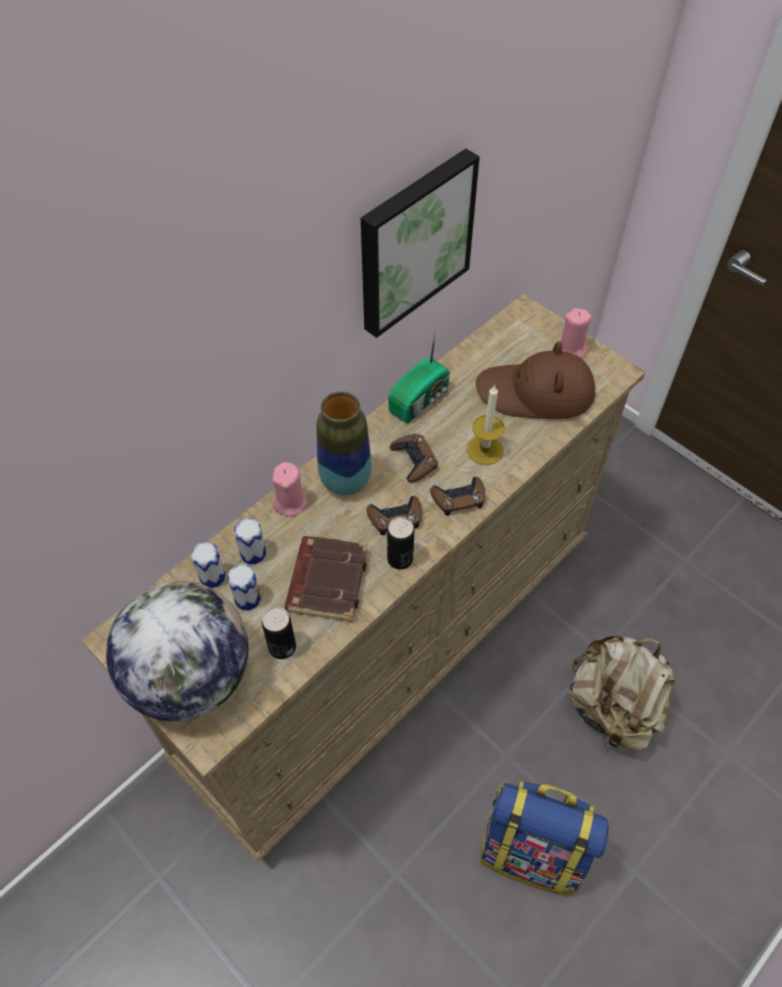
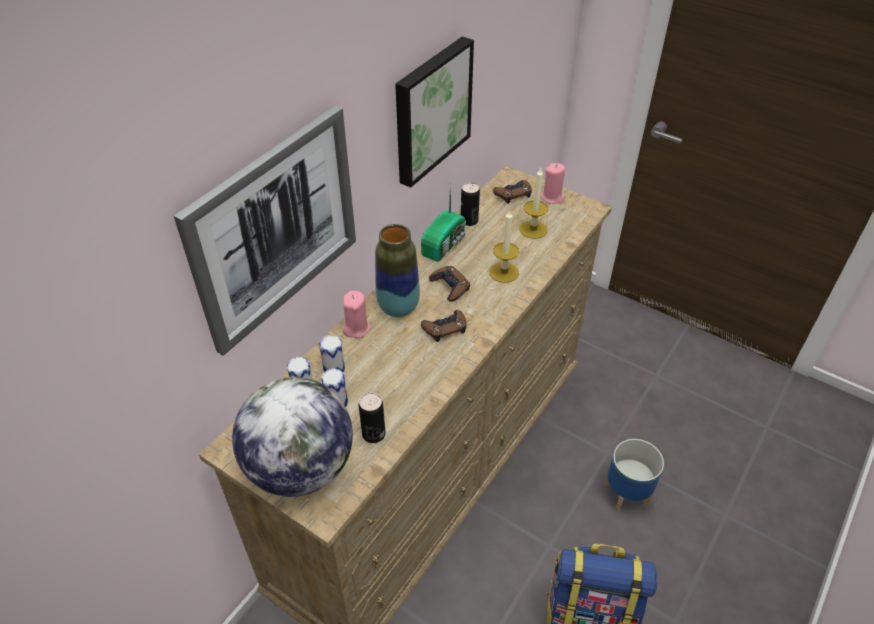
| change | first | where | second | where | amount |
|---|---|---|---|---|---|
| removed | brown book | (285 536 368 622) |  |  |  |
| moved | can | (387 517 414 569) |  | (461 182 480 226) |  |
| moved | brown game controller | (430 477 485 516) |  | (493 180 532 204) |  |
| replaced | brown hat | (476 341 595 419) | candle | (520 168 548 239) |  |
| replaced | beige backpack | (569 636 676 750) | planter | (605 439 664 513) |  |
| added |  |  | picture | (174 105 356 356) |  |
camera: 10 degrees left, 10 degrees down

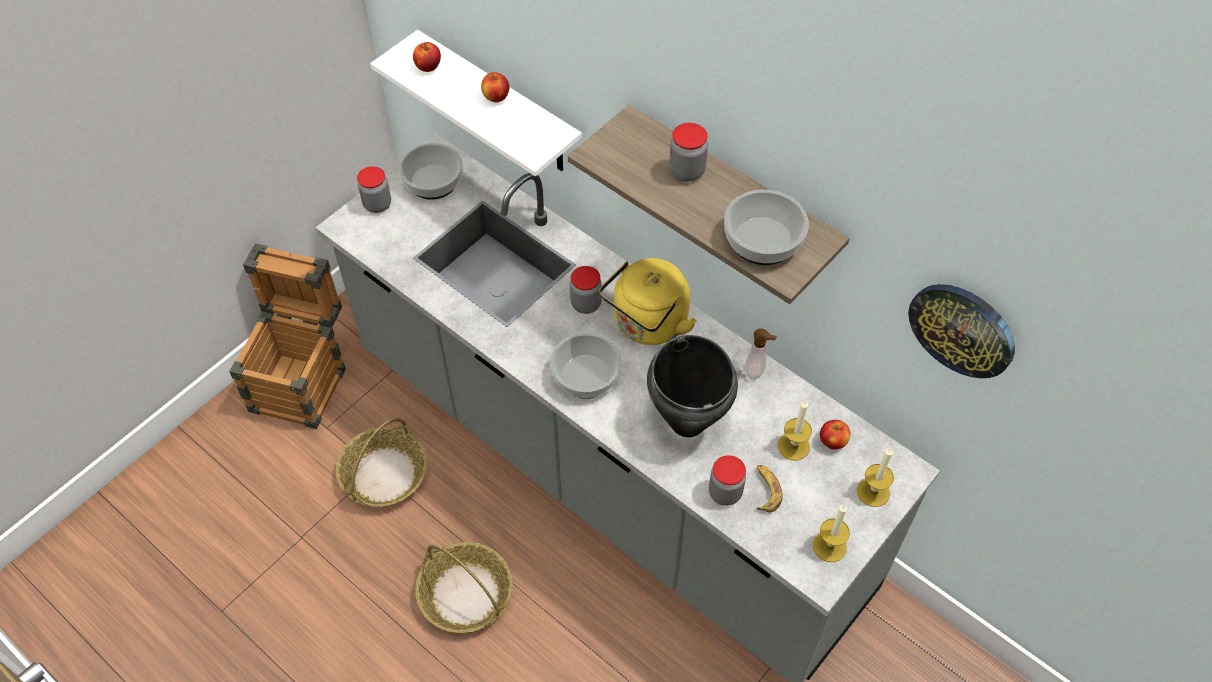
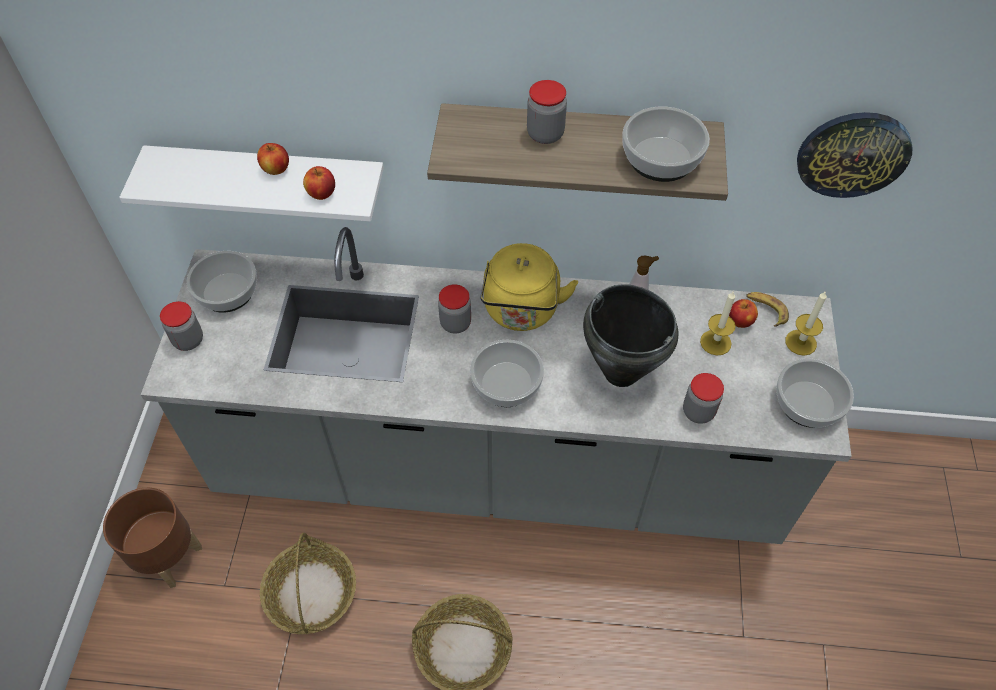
| change | first | where | second | where | amount |
|---|---|---|---|---|---|
| replaced | crate | (229 243 346 429) | brown planter | (103 488 202 588) |  |
| moved | apple | (413 42 441 72) |  | (303 166 335 200) |  |
| moved | banana | (756 465 783 512) |  | (746 292 789 327) |  |
| replaced | candle | (813 504 850 562) | bowl | (776 359 854 428) |  |
camera: 35 degrees left, 0 degrees up

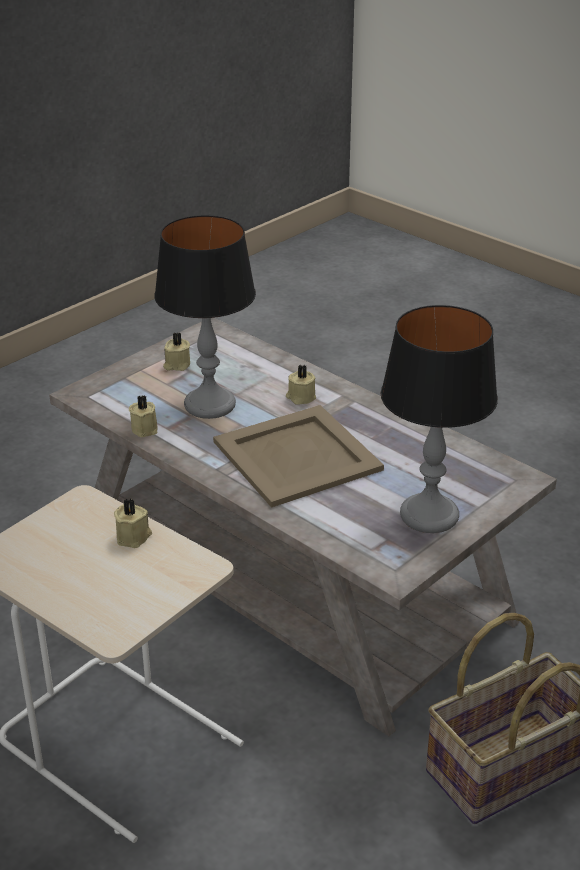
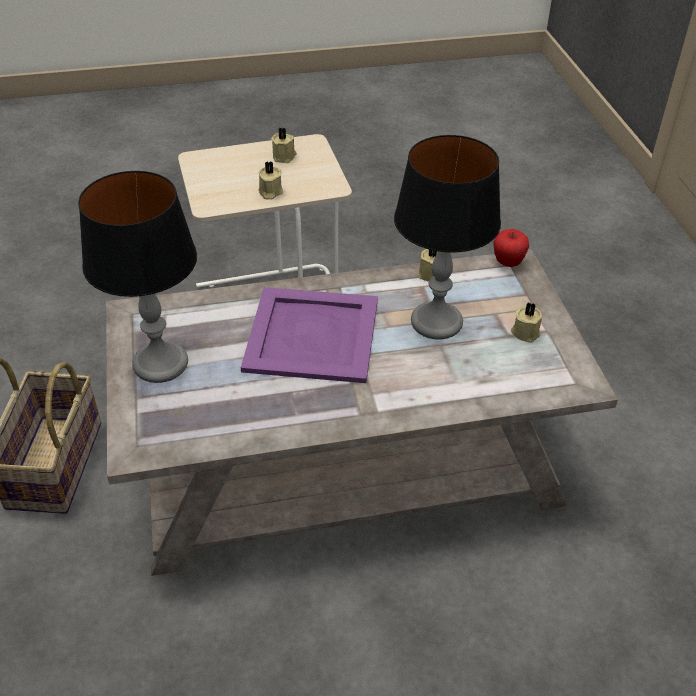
| change | first | where | second | where | amount |
|---|---|---|---|---|---|
| recoloured | beige tray | (213 405 384 508) | purple tray | (241 287 378 383) |  |
| moved | beige candle | (286 365 316 404) |  | (271 128 297 163) |  |
| added |  |  | apple | (493 229 529 267) |  |
camera: 125 degrees right, 10 degrees up

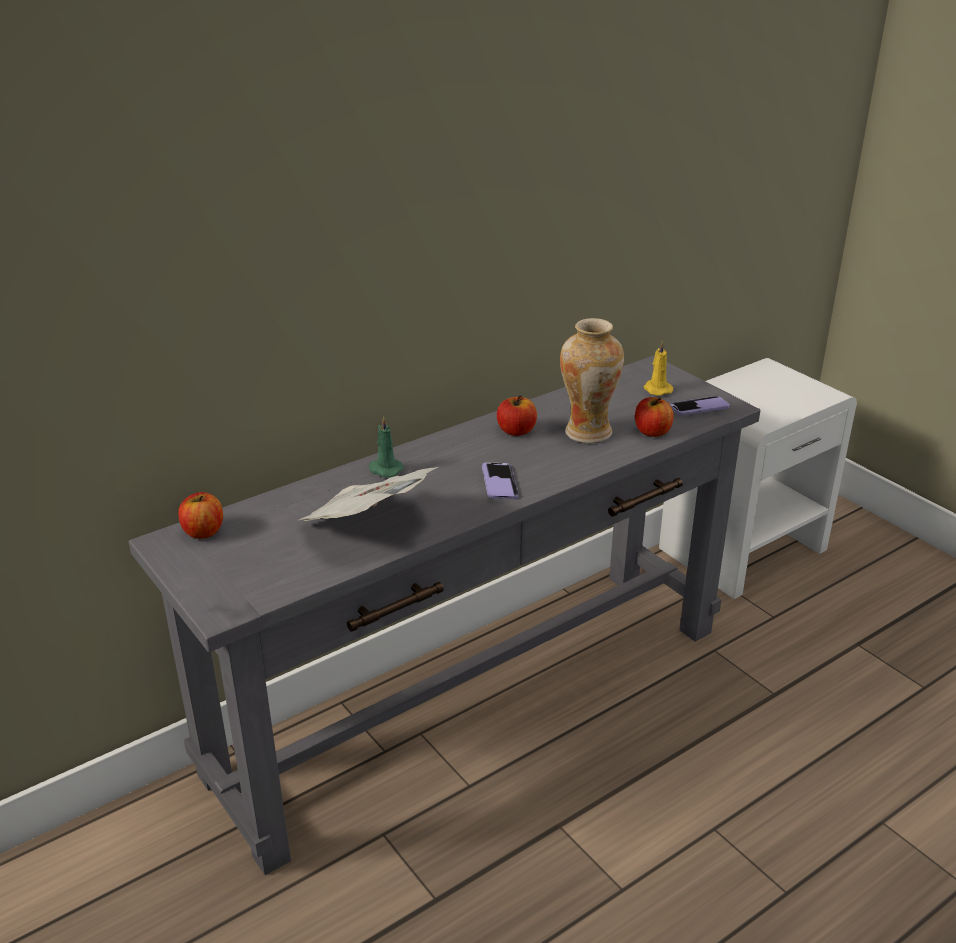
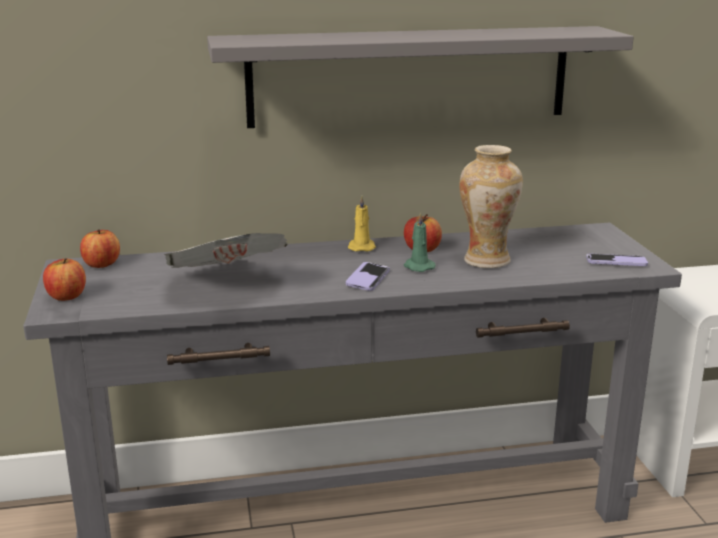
| change | first | where | second | where | amount |
|---|---|---|---|---|---|
| moved | green candle | (369 416 404 477) |  | (404 212 436 272) |  |
| moved | apple | (635 397 674 437) |  | (43 258 86 301) |  |
| moved | yellow candle | (643 341 673 396) |  | (348 196 376 251) |  |
| added |  |  | grey shelf | (207 26 634 128) |  |
camera: 25 degrees right, 10 degrees down

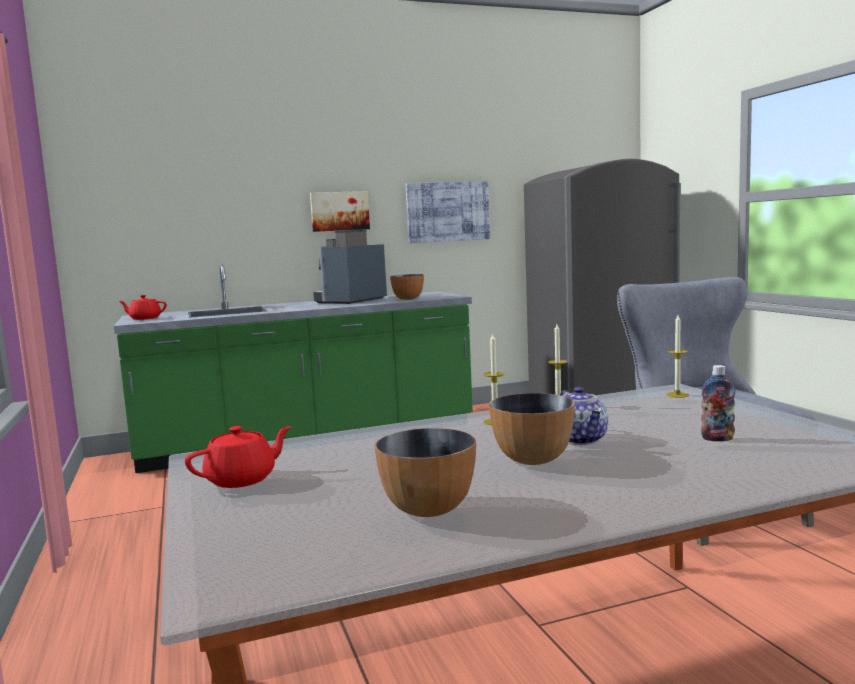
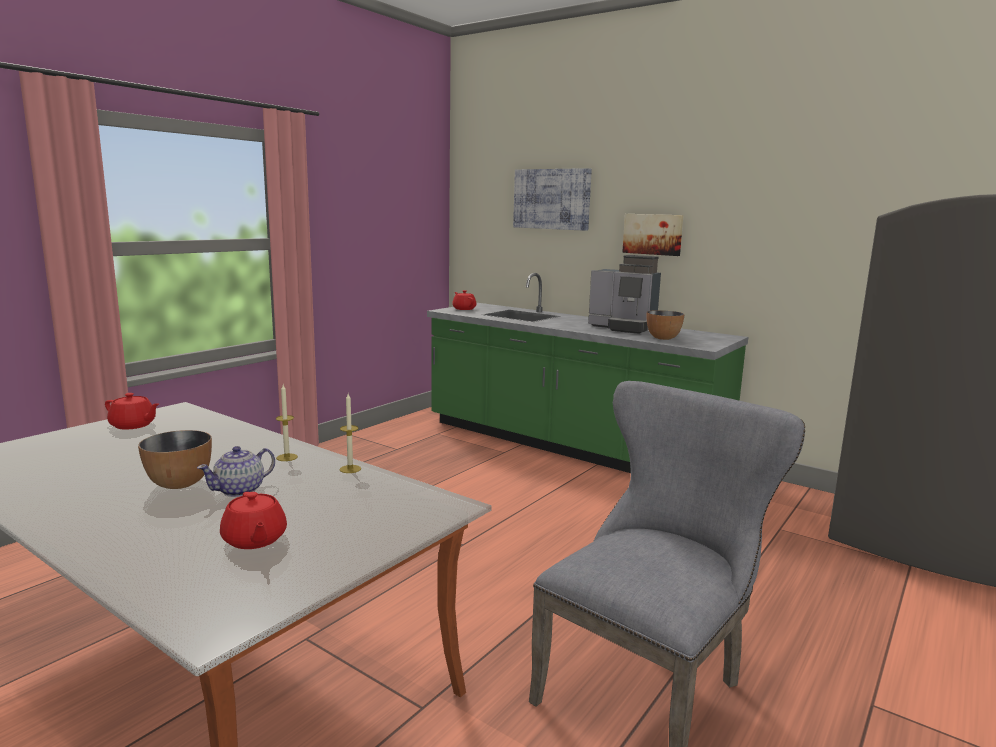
| change | first | where | second | where | amount |
|---|---|---|---|---|---|
| turned | coffee machine | (313 229 387 304) |  | (588 255 661 334) | 150 degrees counterclockwise |
| removed | bowl | (375 428 476 517) |  |  |  |
| moved | picture | (406 181 490 243) |  | (513 168 592 231) |  |
| removed | candle | (666 315 689 398) |  |  |  |
| replaced | bottle | (701 365 735 441) | red teapot | (220 492 287 549) |  |
camera: 55 degrees right, 5 degrees up

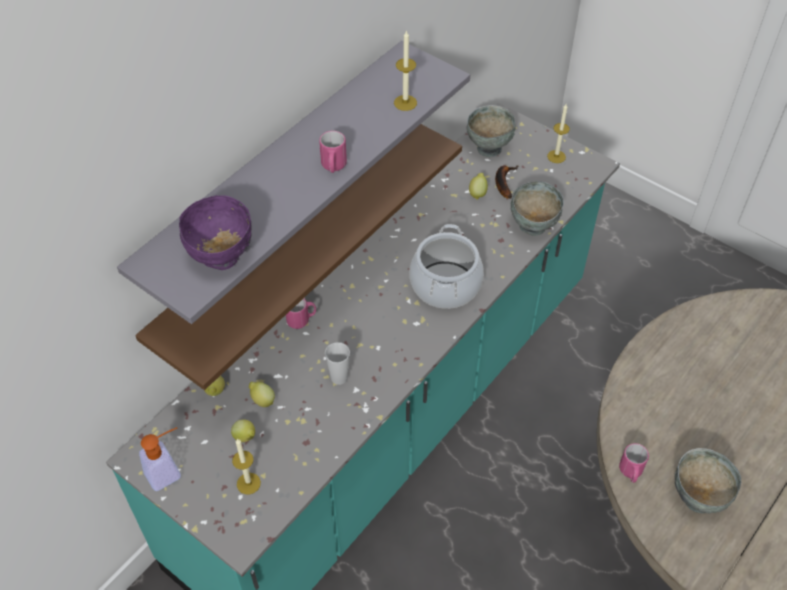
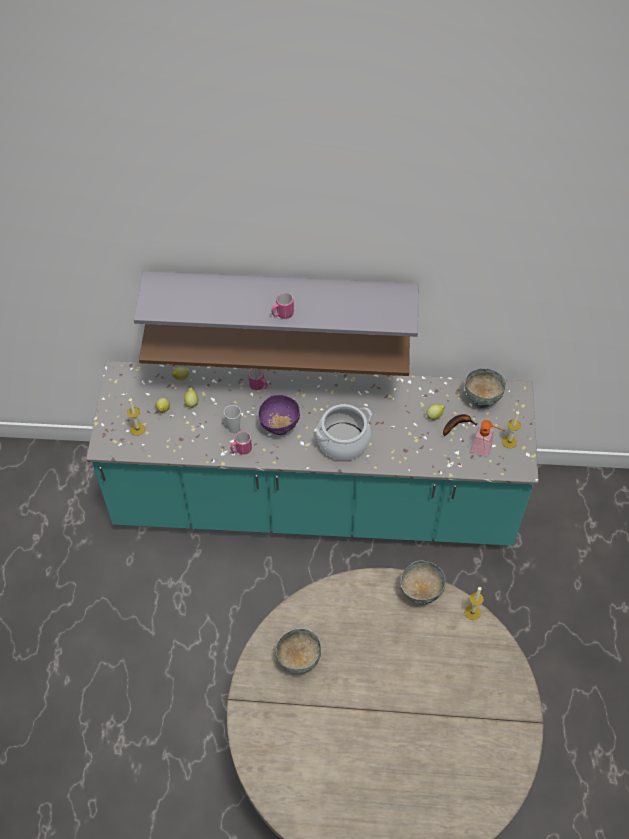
| change | first | where | second | where | amount |
|---|---|---|---|---|---|
| moved | soap dispenser | (139 427 181 491) |  | (470 420 505 457) |  |
| moved | purple bowl | (179 195 252 270) |  | (259 395 300 435) |  |
| moved | candle | (394 30 417 111) |  | (464 587 484 620) |  |
| moved | grey bowl | (511 181 564 236) |  | (401 560 445 604) |  |
| moved | pink mug | (619 443 649 483) |  | (230 431 252 455) |  |
camera: 55 degrees right, 5 degrees up

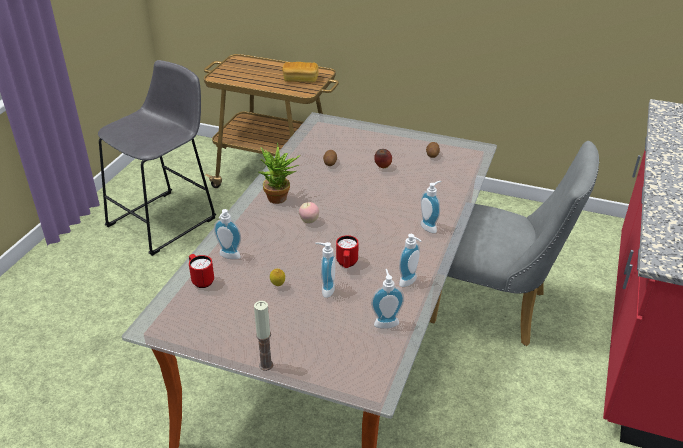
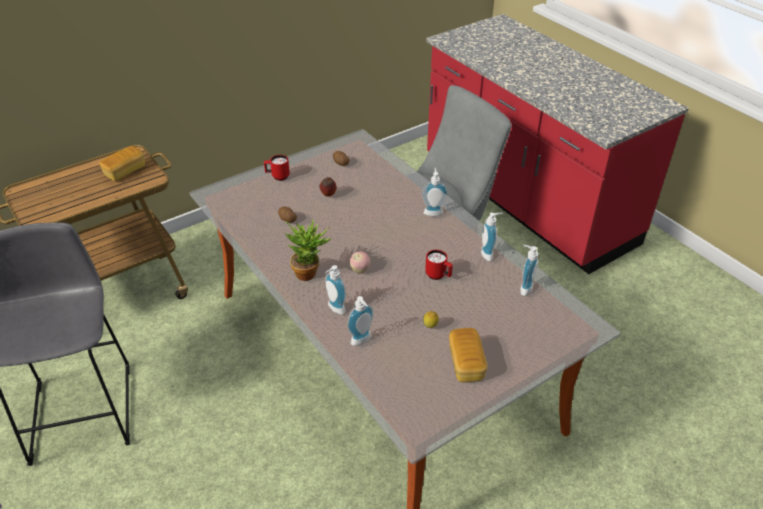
| change | first | where | second | where | amount |
|---|---|---|---|---|---|
| moved | red mug | (189 254 214 288) |  | (264 155 290 181) |  |
| removed | candle | (254 301 273 371) |  |  |  |
| moved | soap dispenser | (315 242 335 298) |  | (325 265 346 315) |  |
| added |  |  | bread | (449 328 487 382) |  |
camera: 55 degrees left, 5 degrees up

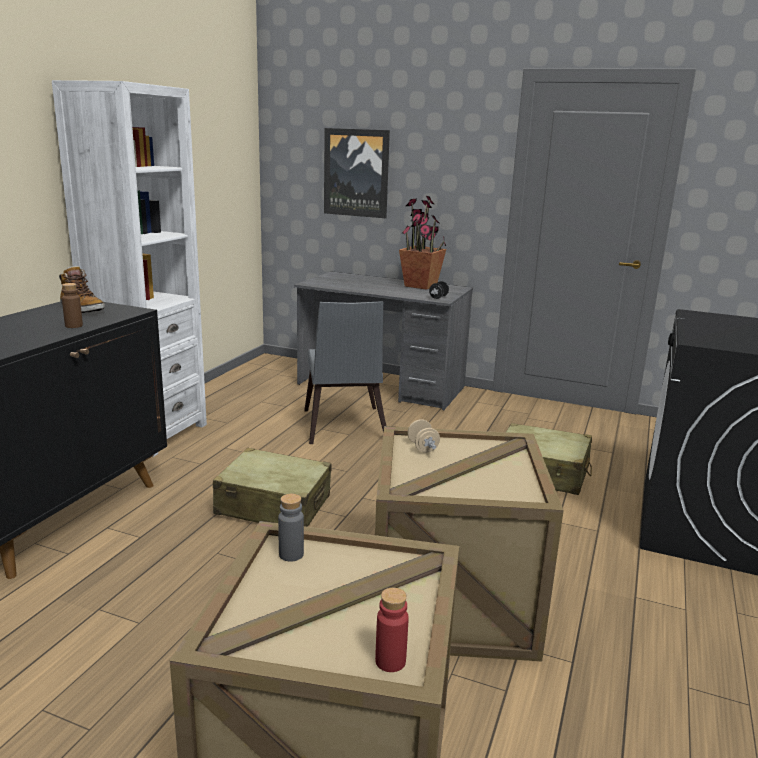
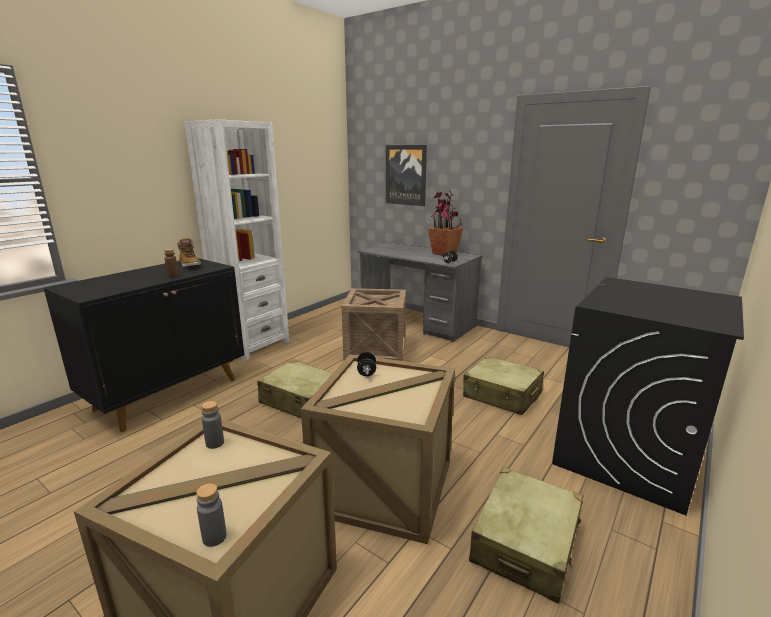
| change | first | where | second | where | amount |
|---|---|---|---|---|---|
| replaced | grey chair | (304 301 386 444) | crate | (342 288 406 361) |  |
| recoloured | red bottle | (375 588 409 672) | grey bottle | (196 483 227 547) |  |
| recoloured | beige dumbbell | (408 419 440 453) | black dumbbell | (357 352 376 376) |  |
| added |  |  | beige suitcase | (469 467 583 604) |  |
camera: 15 degrees right, 0 degrees up

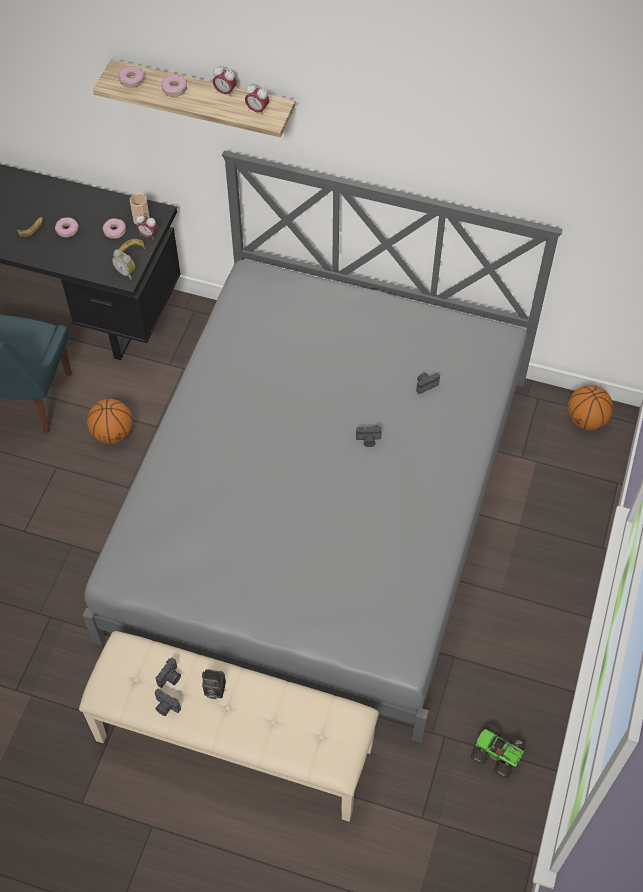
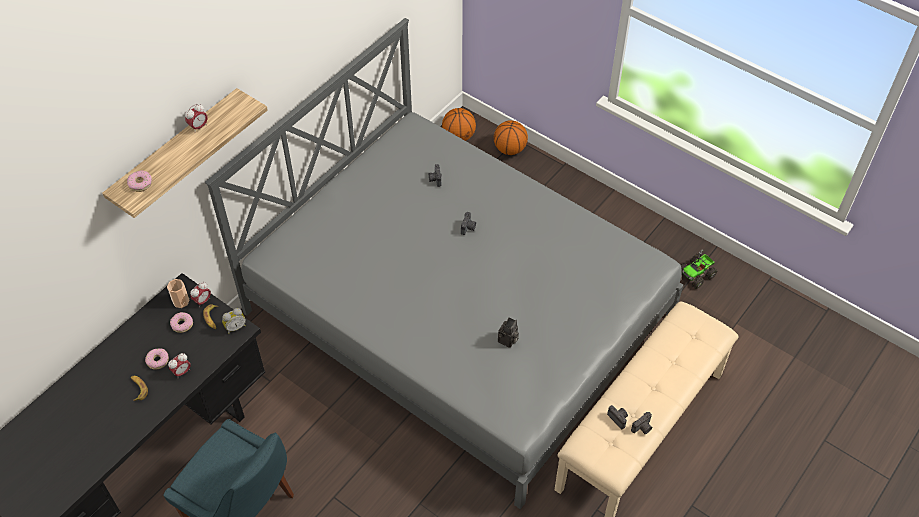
| change | first | where | second | where | amount |
|---|---|---|---|---|---|
| moved | basketball | (87 399 132 444) |  | (494 120 528 155) |  |
| removed | donut | (161 74 187 97) |  |  |  |
| moved | photo camera | (202 669 226 699) |  | (498 317 519 348) |  |
| moved | alarm clock | (245 84 269 116) |  | (168 353 191 377) |  |
camera: 70 degrees left, 5 degrees down

